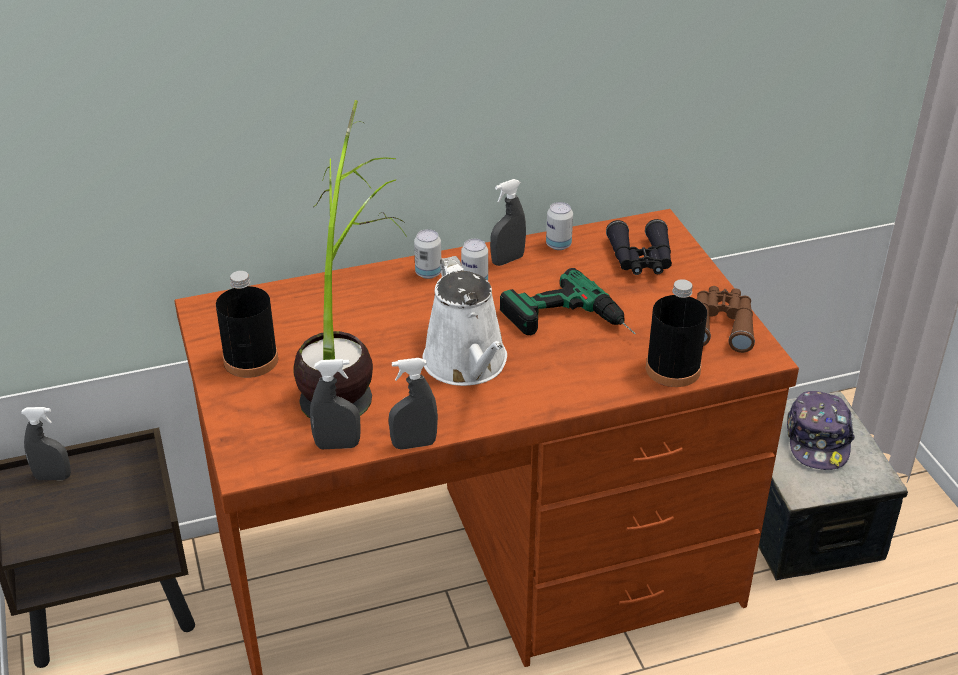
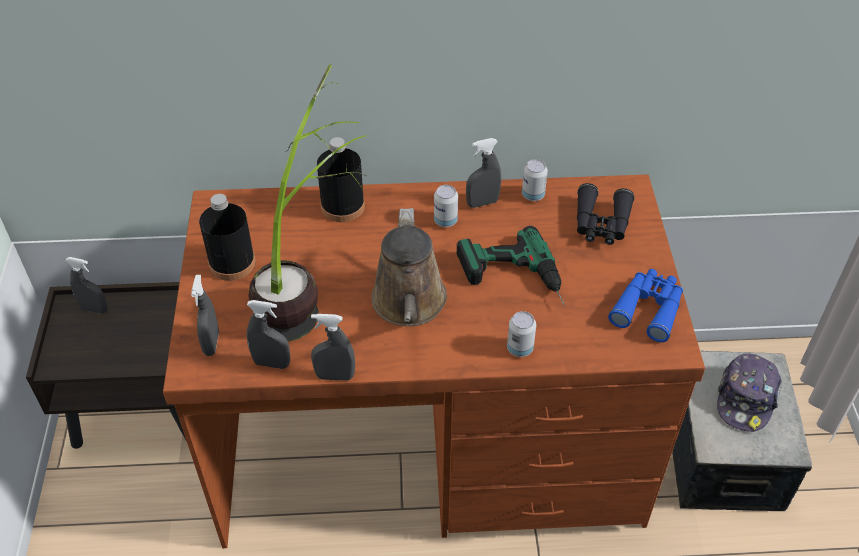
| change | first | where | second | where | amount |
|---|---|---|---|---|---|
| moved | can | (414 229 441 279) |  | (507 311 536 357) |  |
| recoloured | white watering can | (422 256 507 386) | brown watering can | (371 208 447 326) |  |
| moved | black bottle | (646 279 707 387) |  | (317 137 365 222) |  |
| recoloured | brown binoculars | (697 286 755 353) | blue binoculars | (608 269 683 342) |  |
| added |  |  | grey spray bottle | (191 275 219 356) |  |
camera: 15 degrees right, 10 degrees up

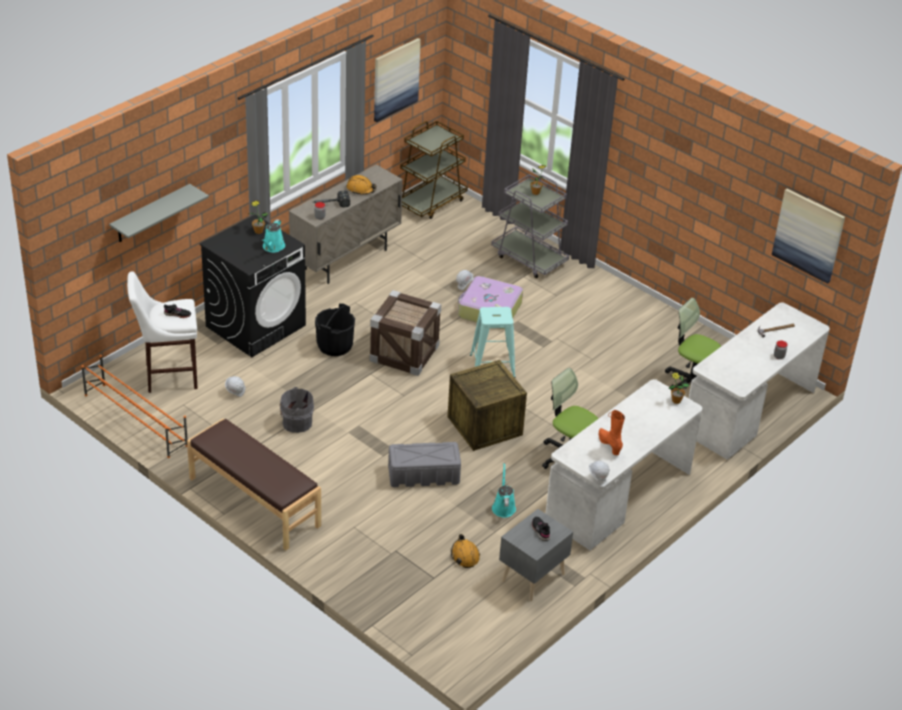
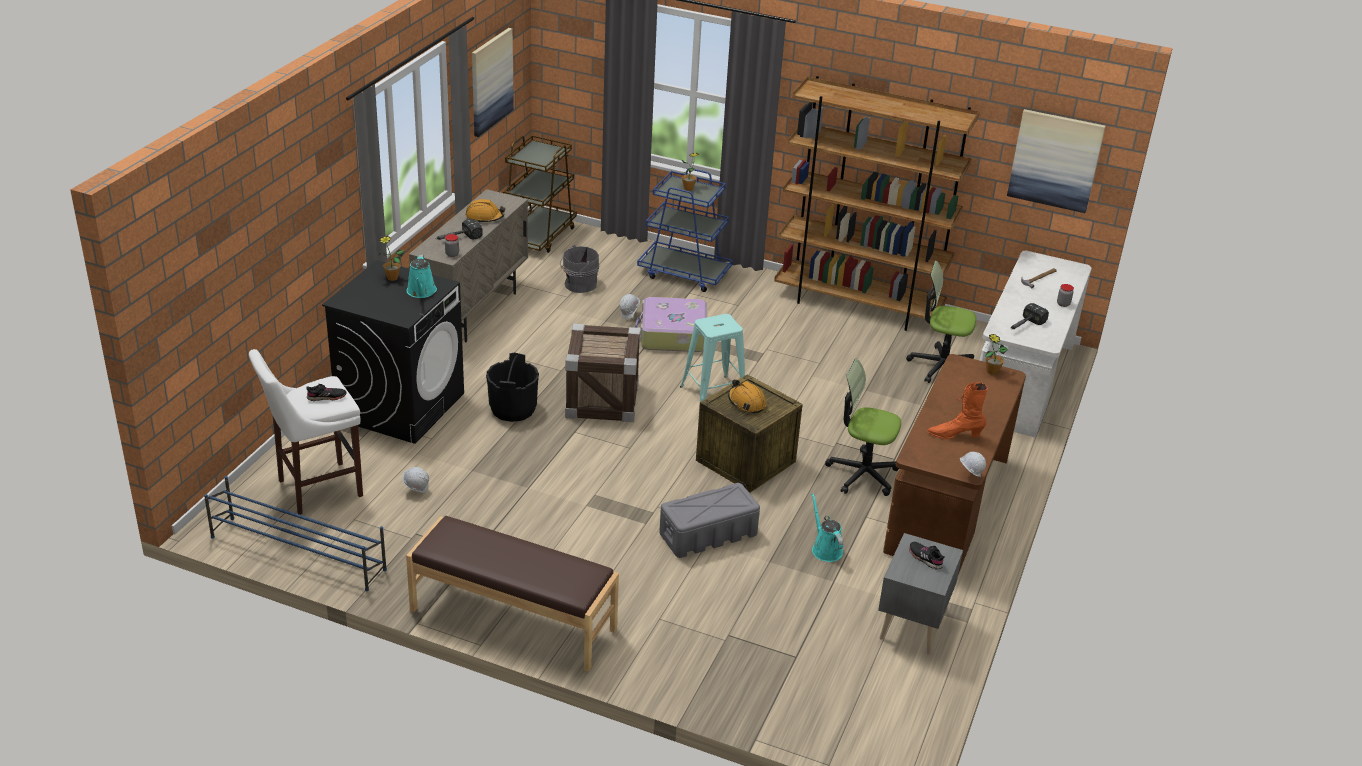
| change | first | where | second | where | amount |
|---|---|---|---|---|---|
| recoloured | orange shoe rack | (81 355 188 458) | blue shoe rack | (204 476 387 591) |  |
| removed | grey shelf | (109 184 209 242) |  |  |  |
| moved | grey bucket | (280 387 314 433) |  | (560 245 599 293) |  |
| moved | orange hard hat | (451 534 480 568) |  | (728 379 766 414) |  |
| recoloured | grey cart | (491 174 569 278) | blue cart | (637 168 733 292) |  |
| recoloured | white desk | (545 379 702 551) | brown desk | (883 354 1026 574) |  |
| turned | orange boot | (599 410 625 455) |  | (927 383 988 439) | 45 degrees counterclockwise |
| added |  |  | brown bookcase | (774 76 980 331) |  |
| added |  |  | hammer | (1010 303 1049 329) |  |
camera: 20 degrees left, 5 degrees down

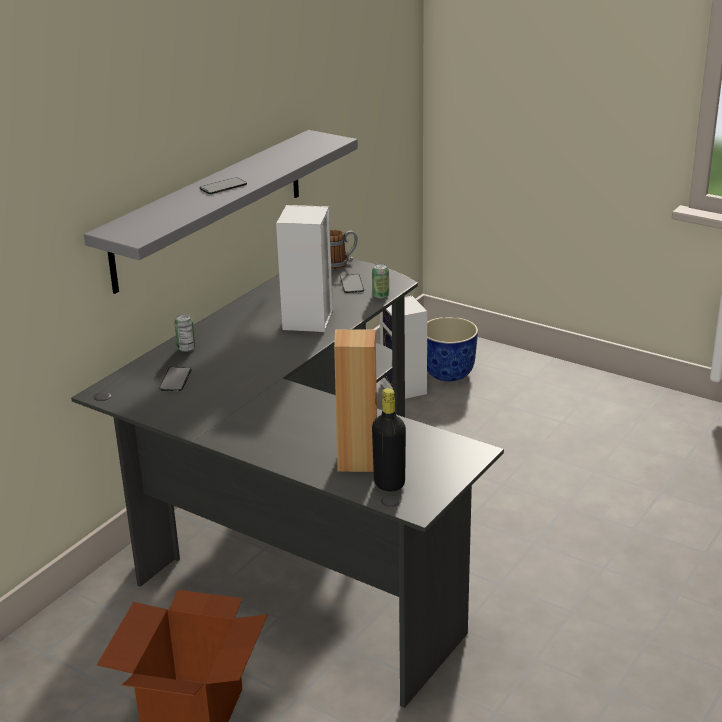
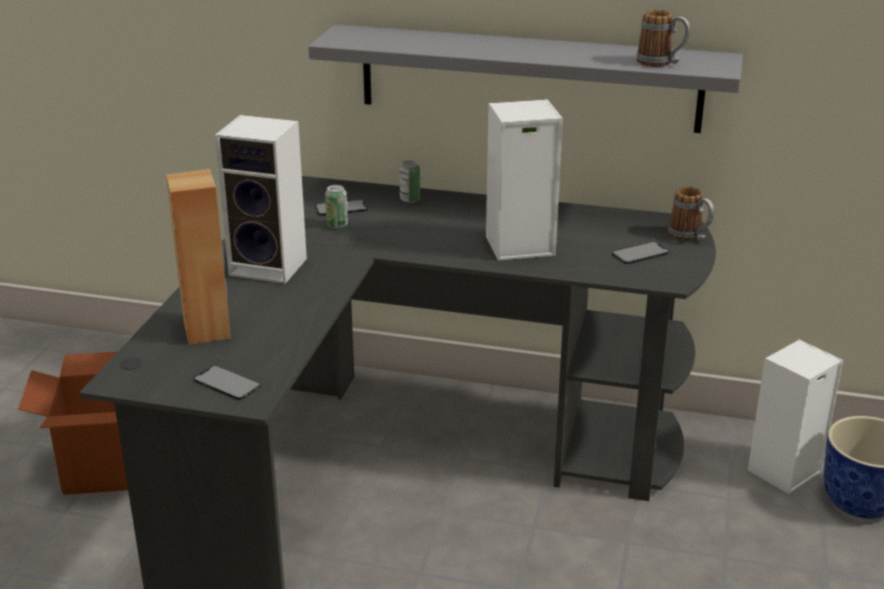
| change | first | where | second | where | amount |
|---|---|---|---|---|---|
| moved | phone | (200 177 247 194) |  | (194 365 261 400) |  |
| moved | can | (372 264 389 298) |  | (325 185 348 229) |  |
| removed | black bottle | (372 388 406 491) |  |  |  |
| added |  |  | speaker | (215 115 307 284) |  |
| added |  |  | mug | (636 9 690 67) |  |
camera: 70 degrees right, 0 degrees up

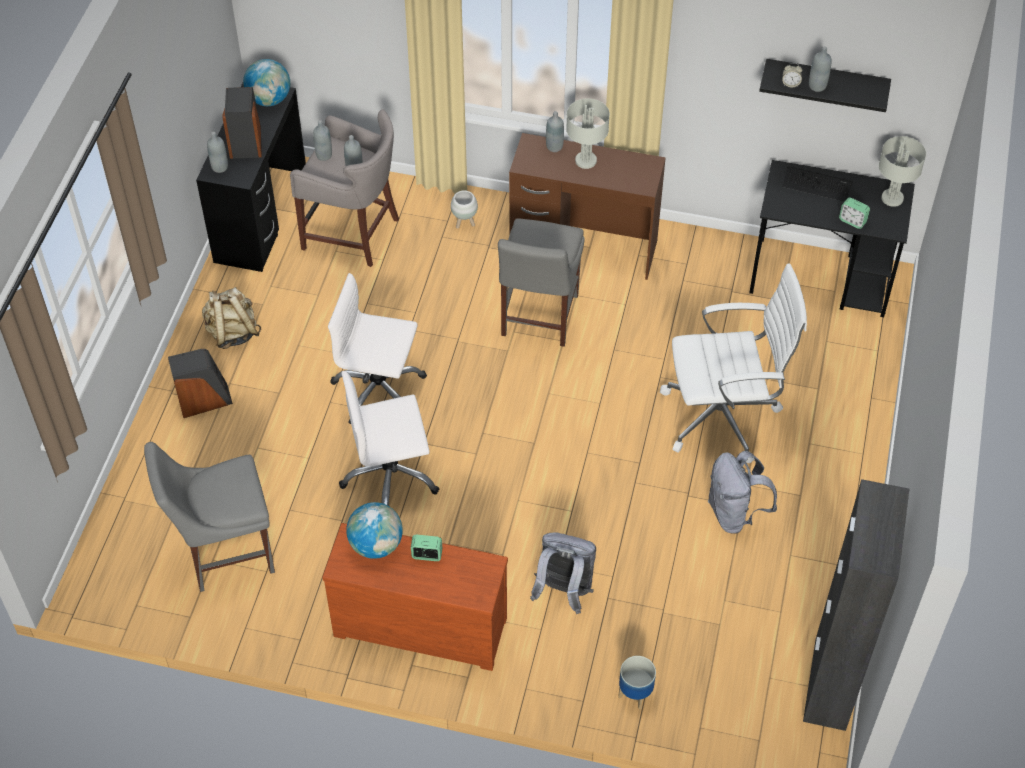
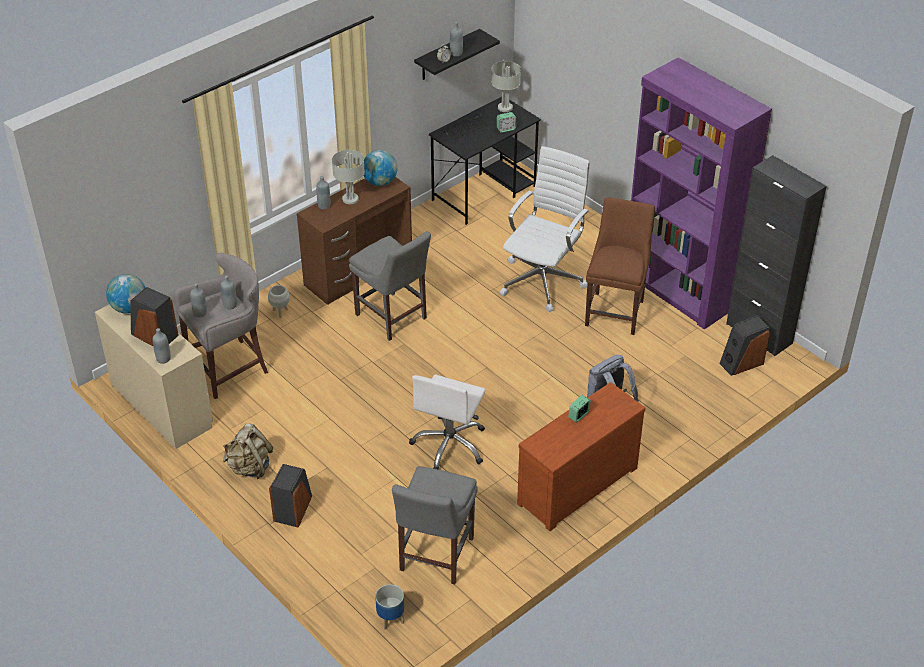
| change | first | where | second | where | amount |
|---|---|---|---|---|---|
| recoloured | black desk | (196 83 306 272) | beige desk | (95 305 213 449) |  |
| removed | white office chair | (328 273 427 424) |  |  |  |
| moved | globe | (346 502 403 559) |  | (364 150 397 186) |  |
| moved | planter | (618 656 656 709) |  | (375 584 404 630) |  |
| replaced | grey backpack | (708 451 777 534) | brown chair | (585 197 655 335) |  |
| added |  |  | purple bookcase | (631 57 772 330) |  |
| added |  |  | speaker | (719 315 770 376) |  |
camera: 55 degrees left, 10 degrees down

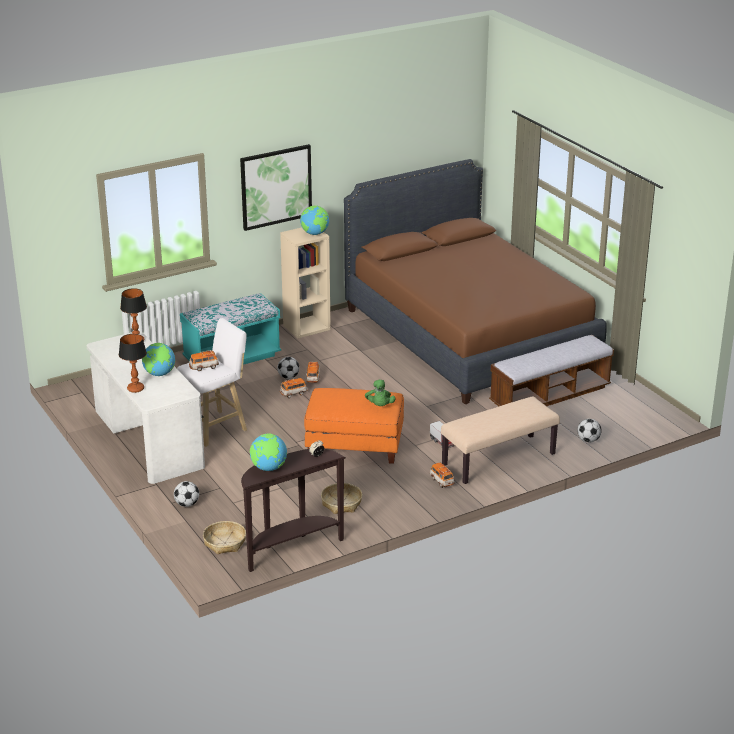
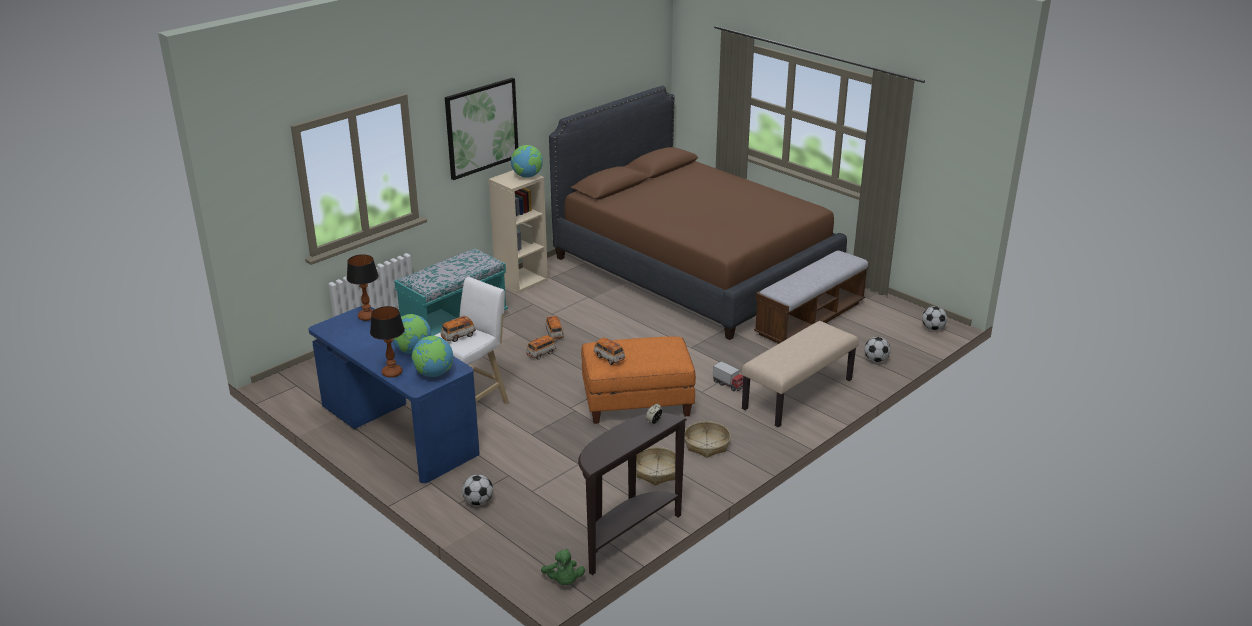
| change | first | where | second | where | amount |
|---|---|---|---|---|---|
| recoloured | white desk | (87 331 205 484) | blue desk | (309 306 480 483) |  |
| moved | basket | (203 521 246 554) |  | (685 421 731 458) |  |
| moved | globe | (250 433 287 471) |  | (412 336 453 377) |  |
| moved | football | (277 357 300 379) |  | (922 306 947 330) |  |
| moved | green plush toy | (365 380 395 406) |  | (541 549 585 585) |  |
| moved | toy car | (430 463 455 488) |  | (594 338 625 365) |  |
camera: 15 degrees left, 0 degrees up

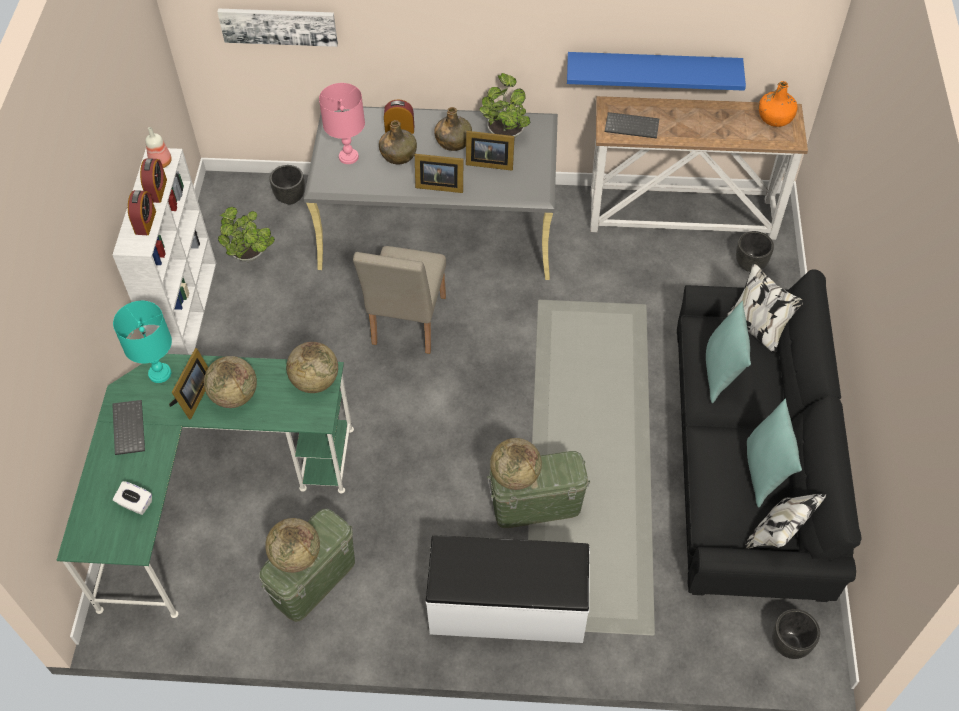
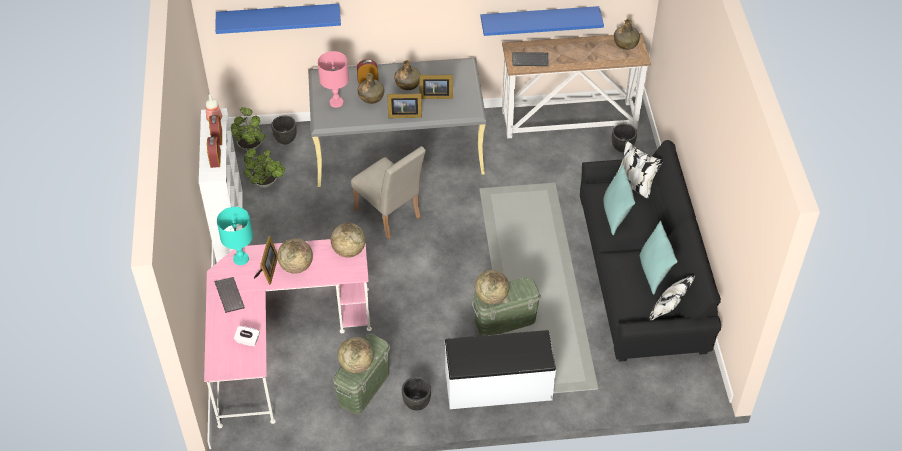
| change | first | where | second | where | amount |
|---|---|---|---|---|---|
| recoloured | green desk | (57 354 354 618) | pink desk | (204 239 372 428) |  |
| replaced | picture | (217 9 338 47) | blue shelf | (215 4 341 34) |  |
| turned | beige chair | (353 246 446 354) |  | (351 146 426 239) | 45 degrees counterclockwise |
| moved | potted plant | (479 73 531 138) |  | (231 107 265 151) |  |
| recoloured | orange bottle | (759 81 797 127) | green bottle | (614 19 640 50) |  |
| moved | black planter | (772 609 820 659) |  | (402 377 431 410) |  |
camera: 10 degrees left, 5 degrees down

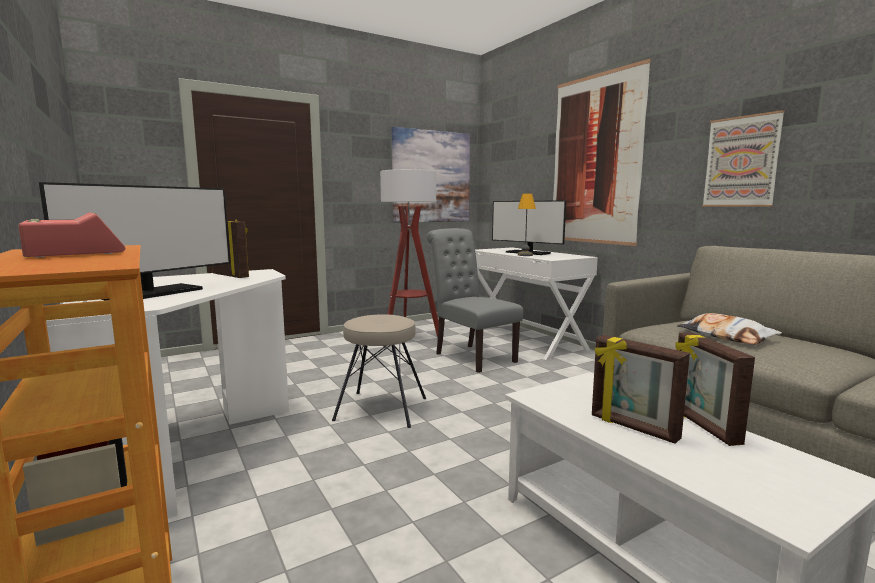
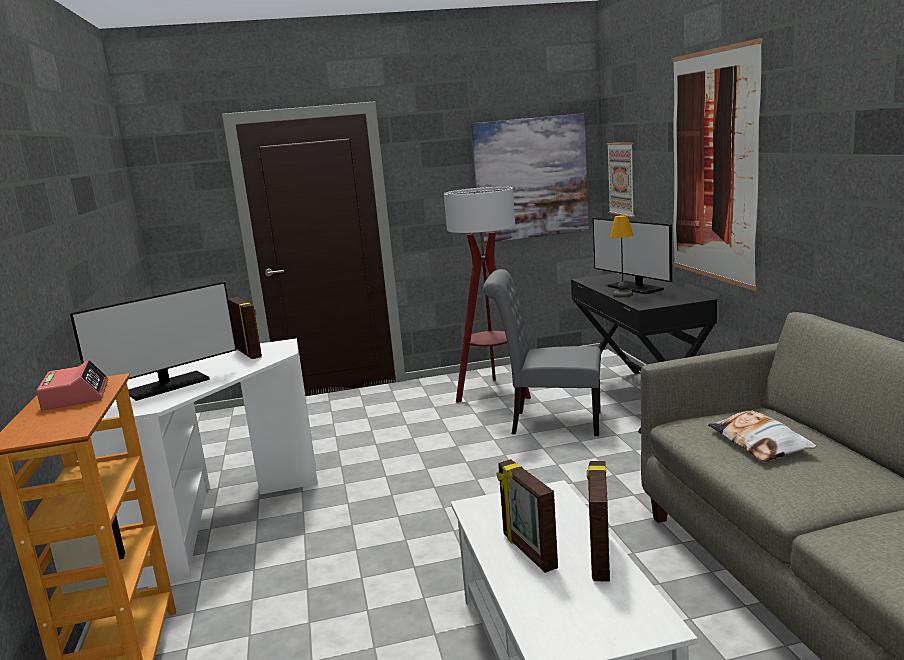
| change | first | where | second | where | amount |
|---|---|---|---|---|---|
| removed | beige stool | (332 314 426 428) |  |  |  |
| turned | grey chair | (427 228 523 373) |  | (483 269 601 436) | 60 degrees counterclockwise |
| recoloured | white desk | (475 247 598 360) | black desk | (571 273 717 434) |  |
| moved | picture | (702 110 785 207) |  | (606 143 635 218) |  |
camera: 20 degrees right, 5 degrees up

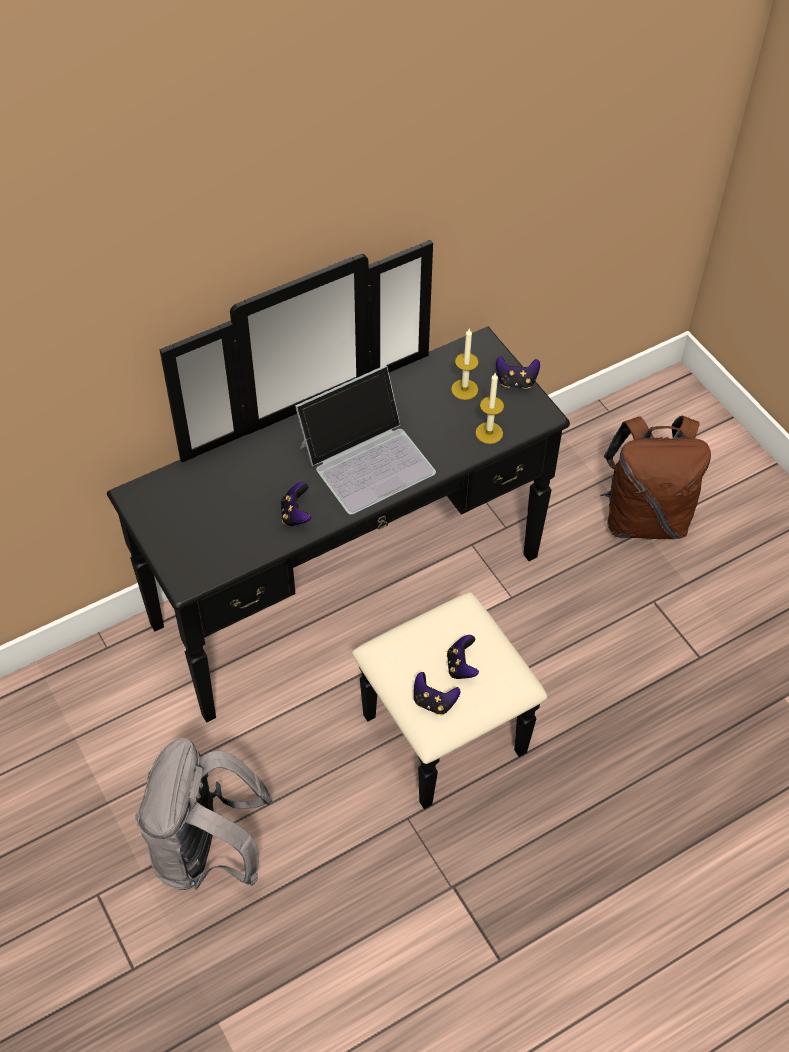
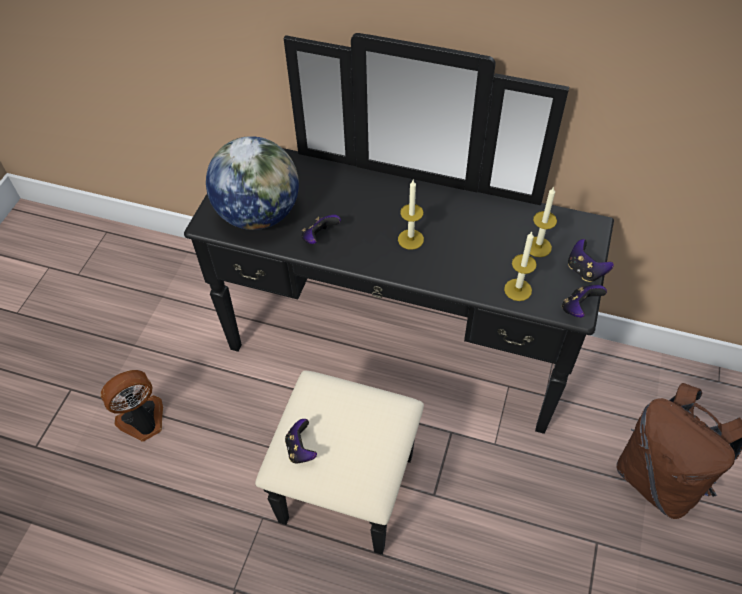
| change | first | where | second | where | amount |
|---|---|---|---|---|---|
| replaced | grey backpack | (135 738 273 890) | fan | (100 370 163 442) |  |
| replaced | laptop | (295 365 436 515) | candle | (398 180 424 250) |  |
| moved | game controller | (447 635 479 679) |  | (562 285 607 318) |  |
| added |  |  | globe | (206 136 299 230) |  |
camera: 50 degrees right, 0 degrees up

